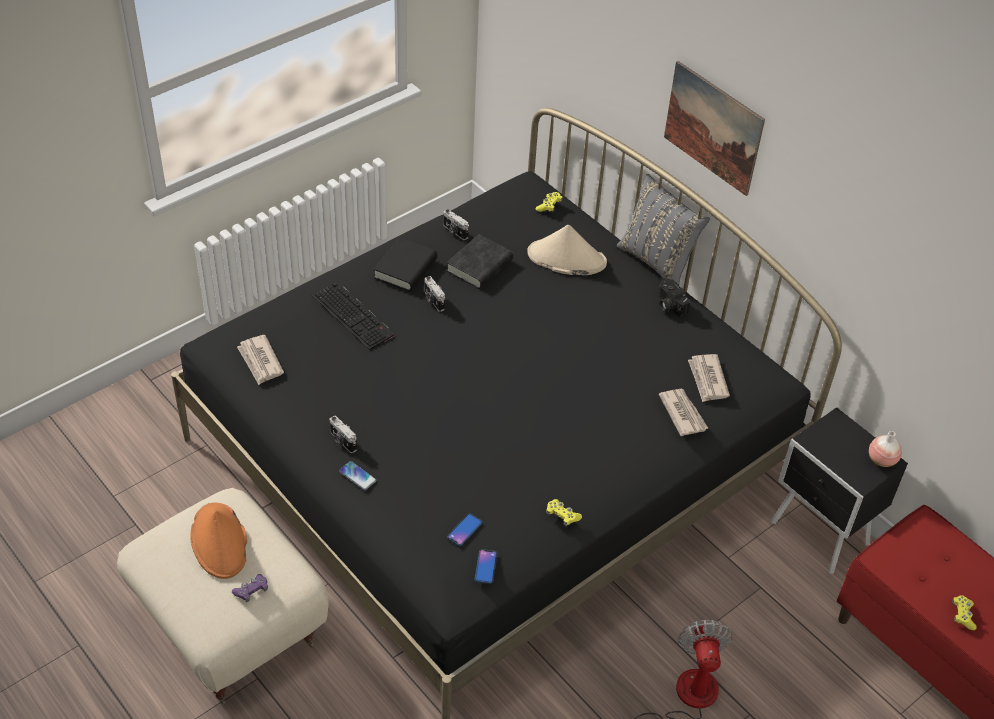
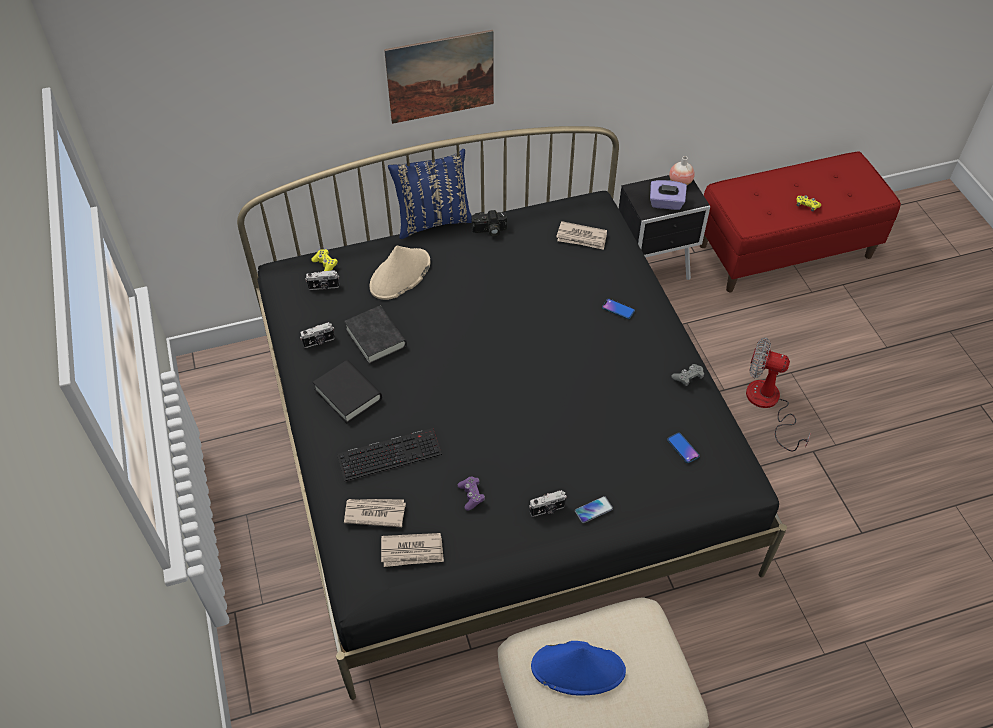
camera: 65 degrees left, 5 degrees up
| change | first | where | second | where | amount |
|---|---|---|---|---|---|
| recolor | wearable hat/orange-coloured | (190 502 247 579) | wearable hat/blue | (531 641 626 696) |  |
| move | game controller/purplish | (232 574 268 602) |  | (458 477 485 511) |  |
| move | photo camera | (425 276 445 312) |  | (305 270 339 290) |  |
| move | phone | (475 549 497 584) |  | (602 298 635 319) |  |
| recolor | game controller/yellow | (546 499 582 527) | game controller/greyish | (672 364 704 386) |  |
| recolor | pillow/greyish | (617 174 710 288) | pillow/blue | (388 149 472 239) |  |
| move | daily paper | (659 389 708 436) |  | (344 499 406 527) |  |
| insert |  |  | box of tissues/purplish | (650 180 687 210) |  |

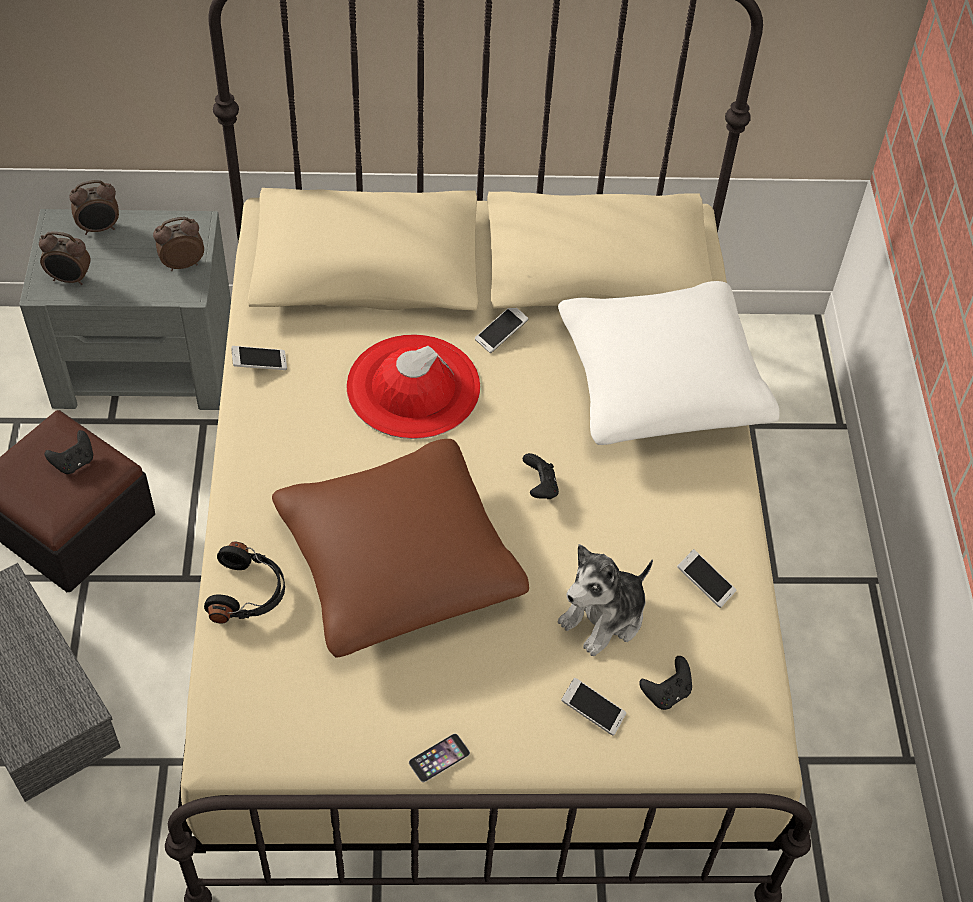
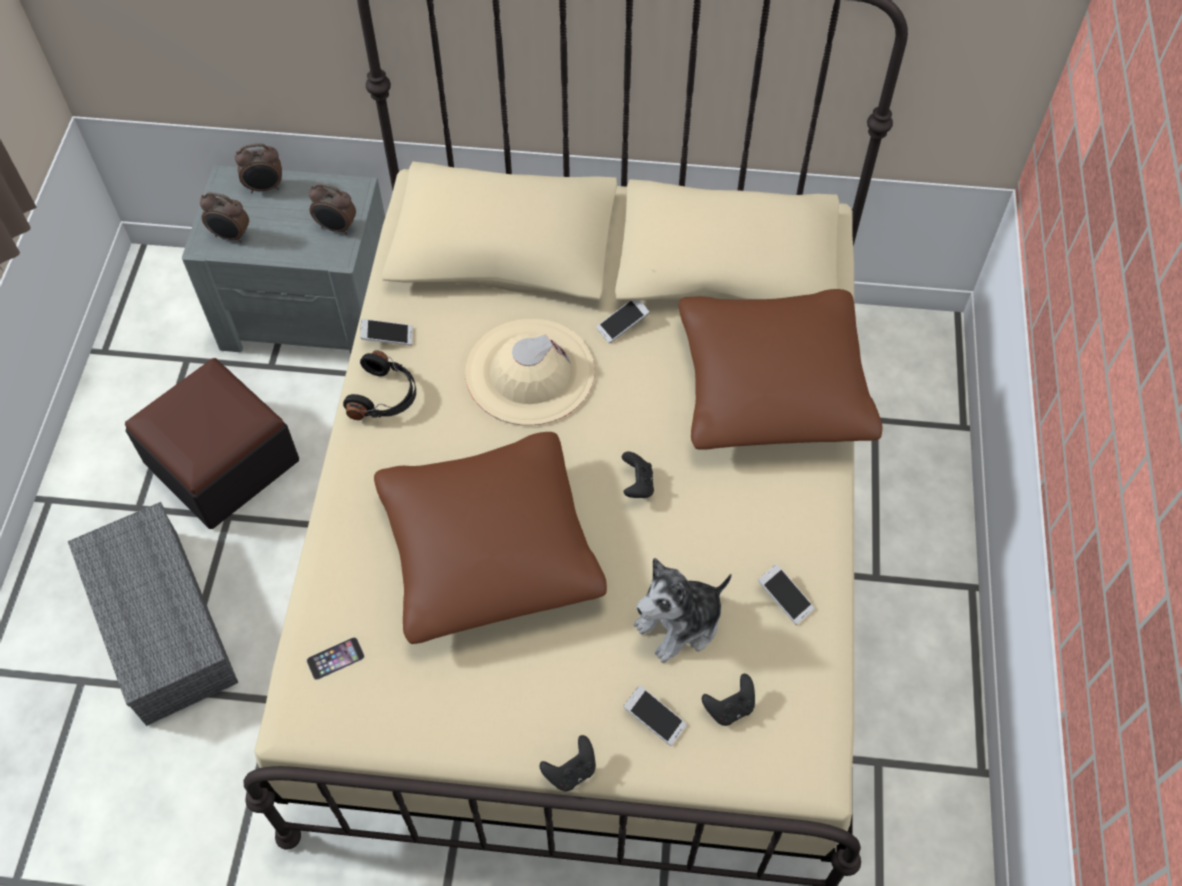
camera: 10 degrees right, 5 degrees up
| change | first | where | second | where | amount |
|---|---|---|---|---|---|
| move | game controller/black | (45 430 93 474) |  | (540 735 596 792) |  |
| rotate | bedside clock | (153 217 204 271) |  | (309 184 356 235) | 150 degrees counterclockwise |
| move | pair of headphones/black | (204 542 285 623) |  | (343 350 416 420) |  |
| recolor | wearable hat/reddish | (346 334 480 439) | wearable hat/sand-coloured | (465 319 595 426) |  |
| move | phone | (409 734 470 782) |  | (307 637 365 680) |  |
| recolor | pillow/whitish | (558 281 780 445) | pillow/brownish | (678 289 883 450) |  |

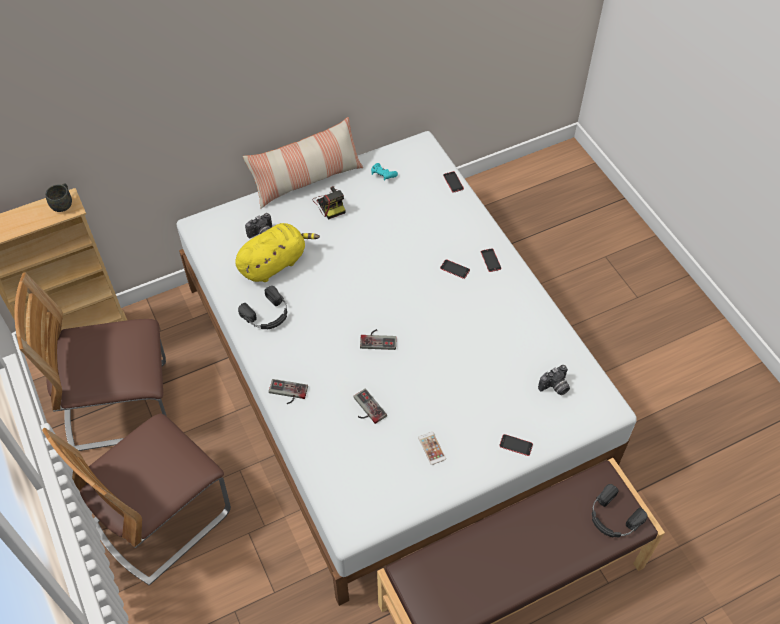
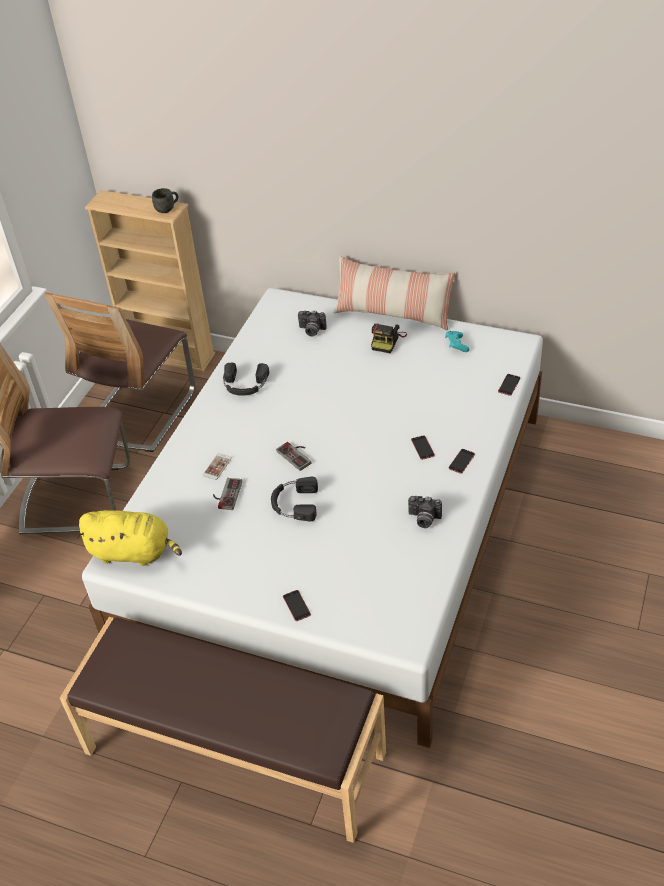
camera: 50 degrees right, 10 degrees down
| change | first | where | second | where | amount |
|---|---|---|---|---|---|
| rotate | chair | (14 272 166 451) |  | (44 292 195 452) | 105 degrees counterclockwise |
| move | soft toy/yellow | (235 223 320 282) |  | (77 510 182 566) |  |
| delete | game controller | (269 379 308 404) |  |  |  |
| move | phone | (418 432 446 465) |  | (203 453 232 480) |  |
| move | photo camera | (538 365 570 395) |  | (408 496 442 528) |  |
| move | pair of headphones/black | (592 484 647 537) |  | (271 477 318 521) |  |

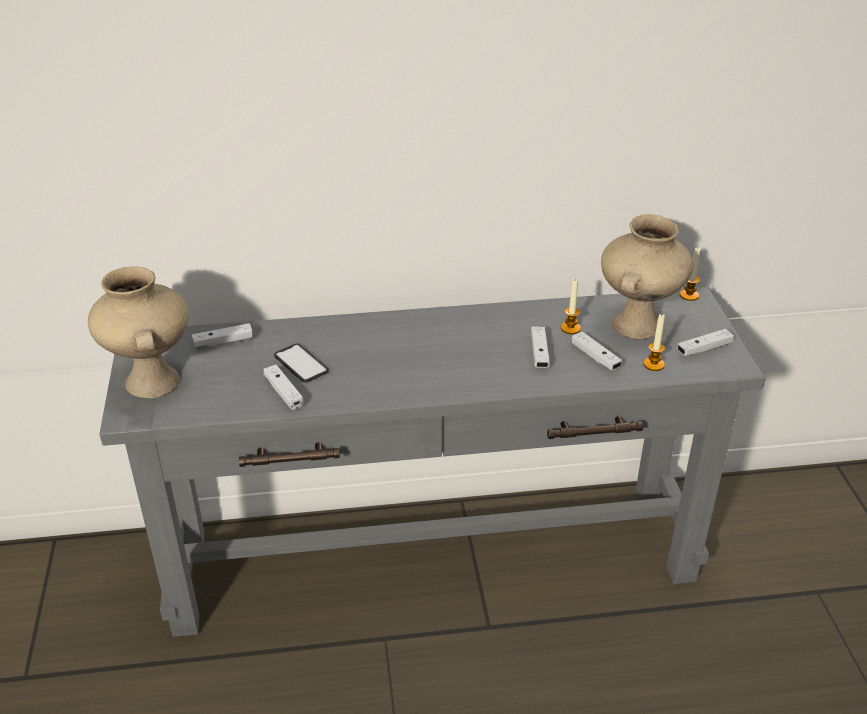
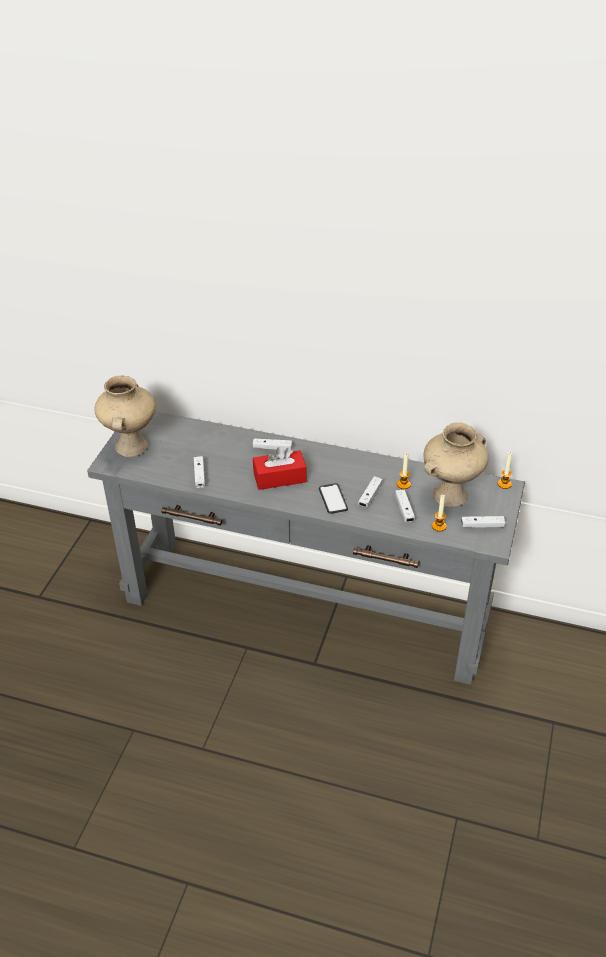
camera: 25 degrees right, 5 degrees up
| change | first | where | second | where | amount |
|---|---|---|---|---|---|
| move | game controller/whitish | (192 323 253 347) |  | (253 439 292 450) |  |
| move | phone | (274 343 329 383) |  | (319 483 348 514) |  |
| insert |  |  | box of tissues/reddish | (253 447 307 490) |  |

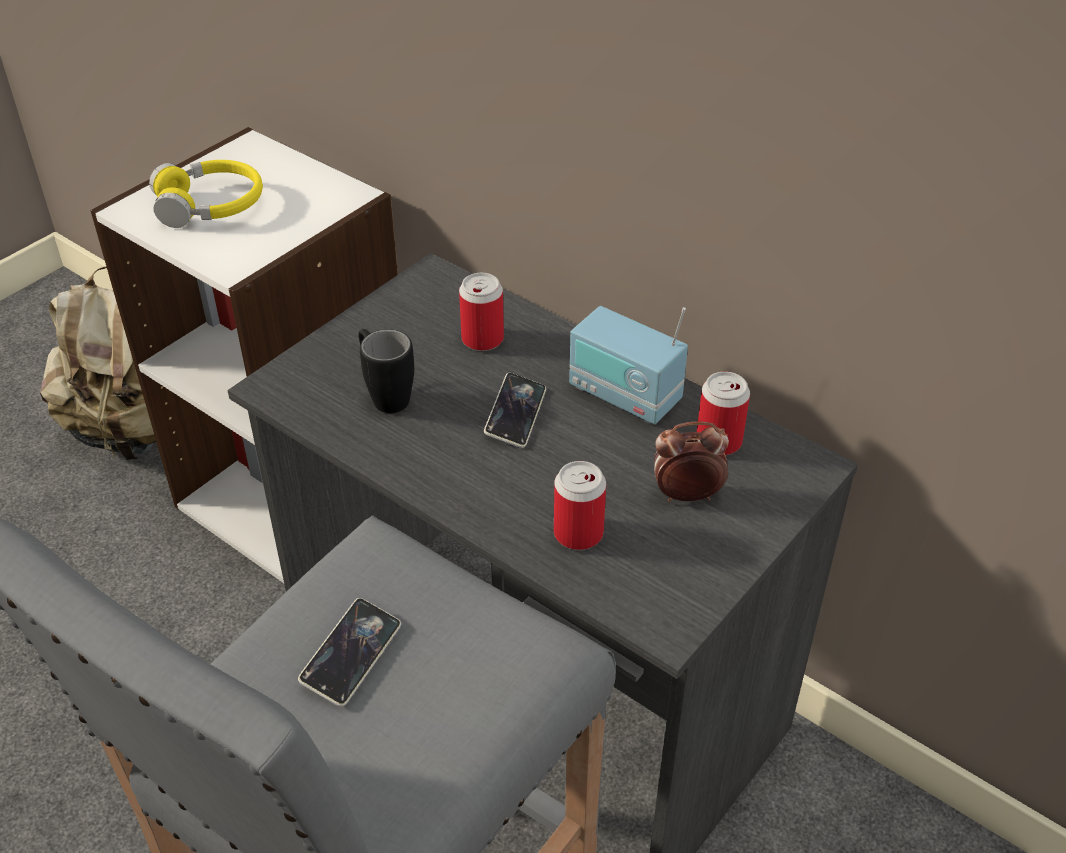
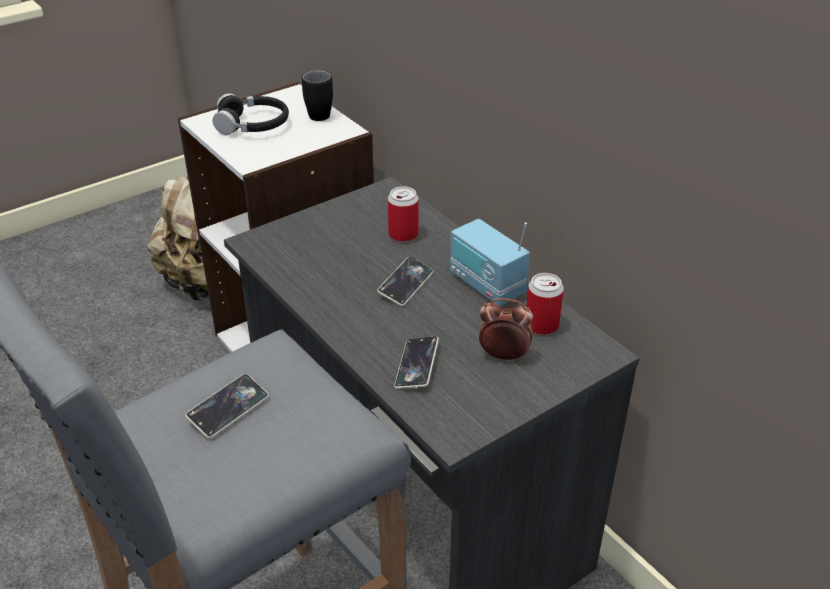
camera: 15 degrees right, 5 degrees down
| change | first | where | second | where | amount |
|---|---|---|---|---|---|
| recolor | pair of headphones/yellow | (149 160 263 228) | pair of headphones/black | (213 93 289 135) |  |
| move | mug/black | (359 329 414 413) |  | (302 70 333 121) |  |
| replace | can | (554 461 606 550) | phone | (394 337 439 389) |  |

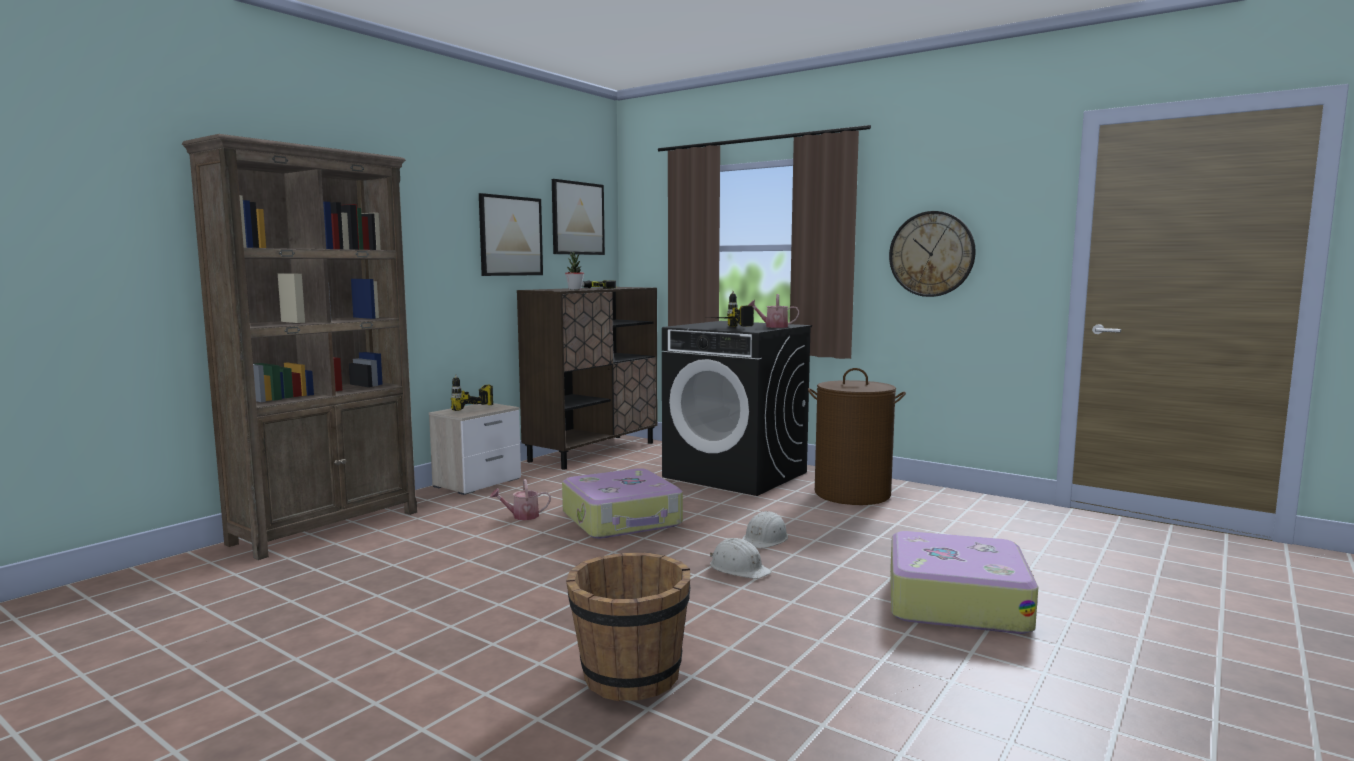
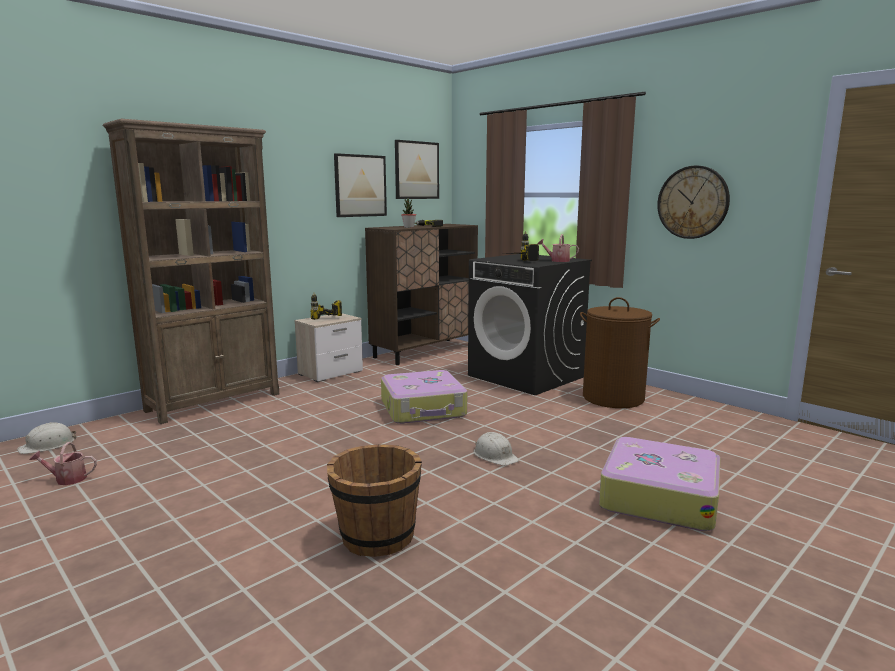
camera: 10 degrees right, 5 degrees up
| change | first | where | second | where | amount |
|---|---|---|---|---|---|
| move | sprinkling can | (490 479 551 520) |  | (29 442 97 485) |  |
| move | safety helmet/whitish | (742 511 788 548) |  | (17 422 76 454) |  |

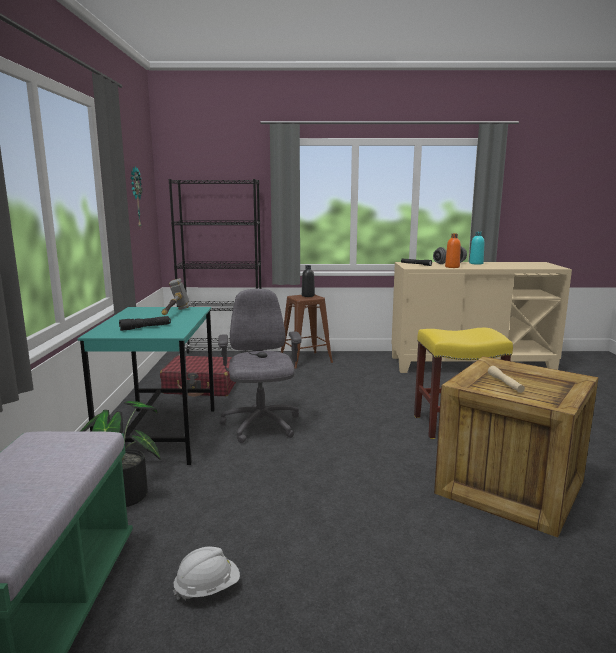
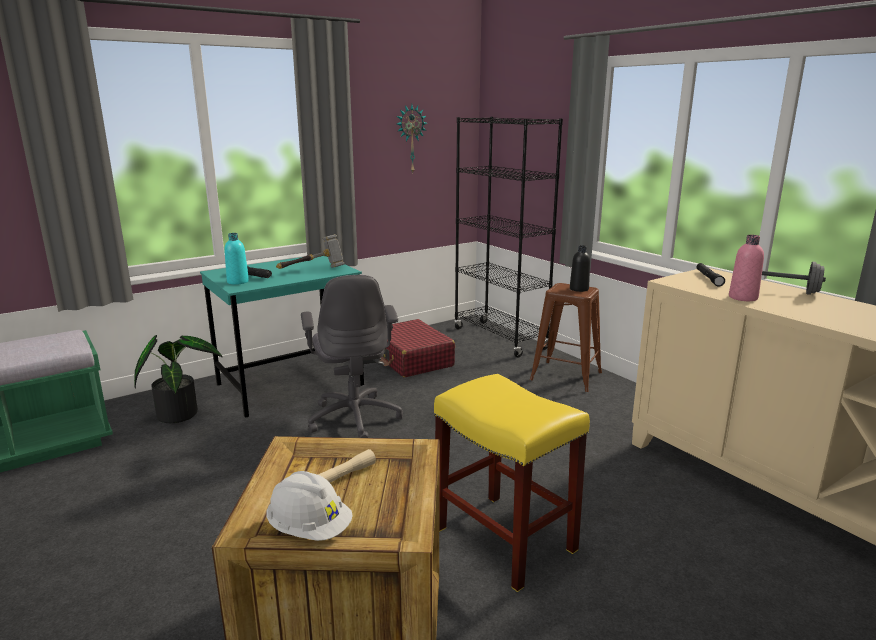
camera: 55 degrees right, 5 degrees up
| change | first | where | second | where | amount |
|---|---|---|---|---|---|
| move | safety helmet/whitish | (173 547 240 600) |  | (266 471 353 541) |  |
| rotate | office chair/greyish | (218 289 302 443) |  | (301 275 403 438) | 120 degrees clockwise |
| recolor | drink bottle/orange-coloured | (445 234 461 268) | drink bottle/pinkish | (729 235 764 301) |  |
| move | drink bottle/turquoise-coloured | (469 232 484 265) |  | (224 233 249 285) |  |

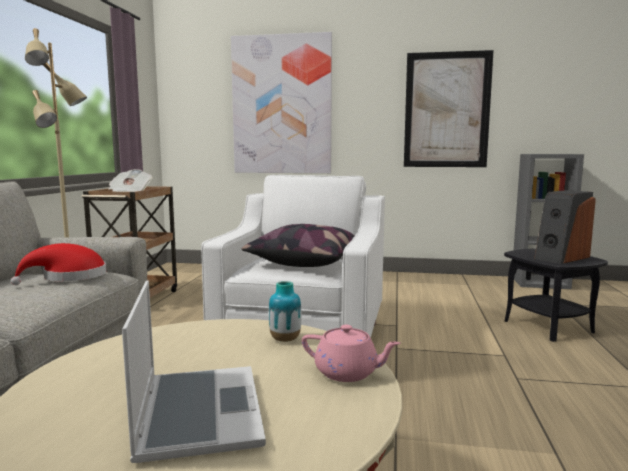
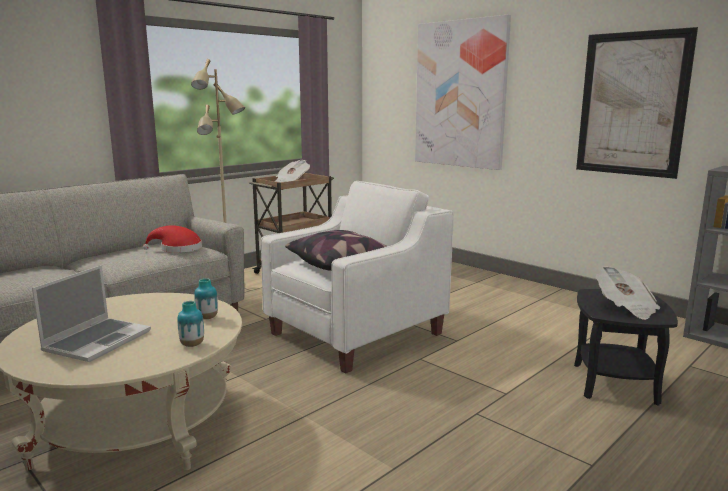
camera: 35 degrees right, 5 degrees up
| change | first | where | second | where | amount |
|---|---|---|---|---|---|
| replace | pot for tea/pinkish | (302 325 400 382) | flower vase | (177 301 204 347) |  |
| replace | speaker | (534 190 596 264) | daily paper | (596 266 661 320) |  |

